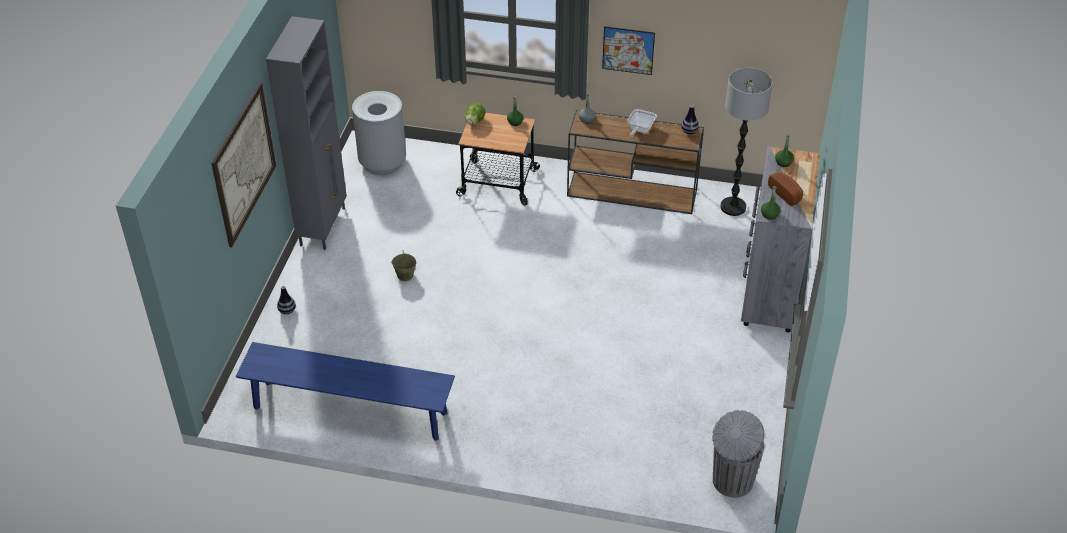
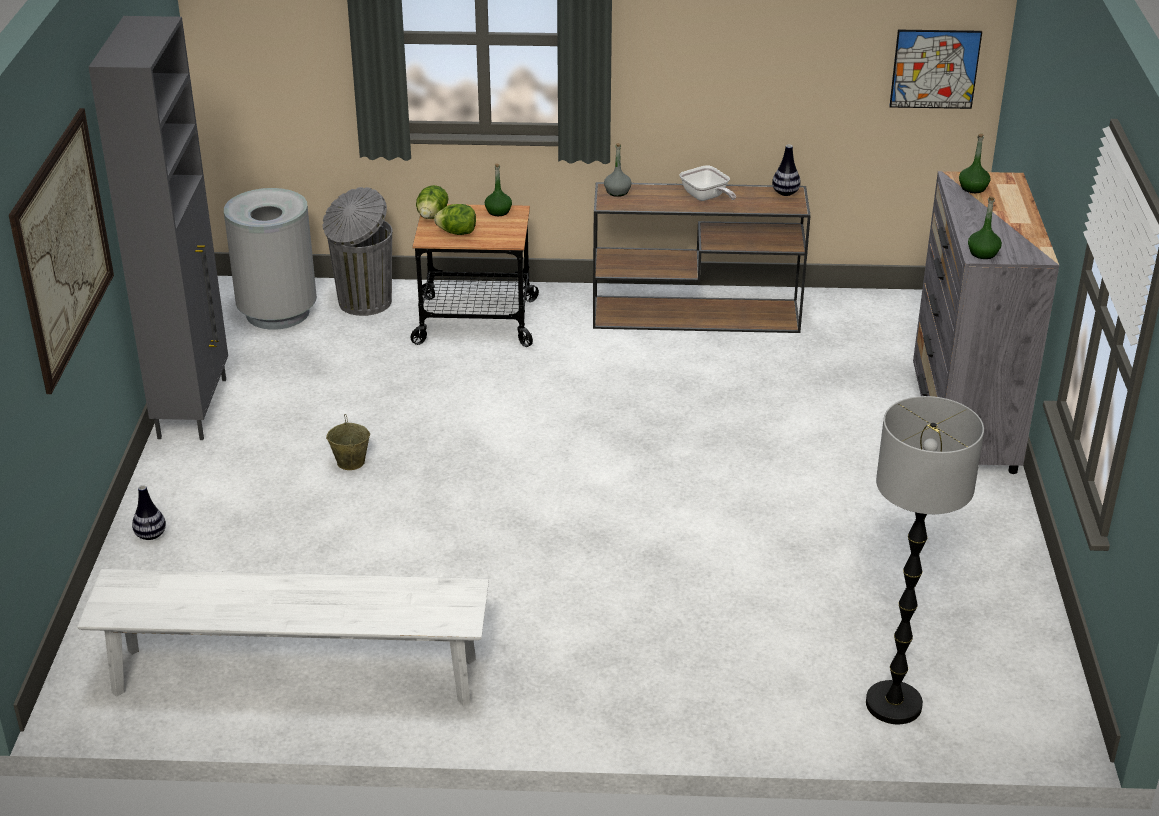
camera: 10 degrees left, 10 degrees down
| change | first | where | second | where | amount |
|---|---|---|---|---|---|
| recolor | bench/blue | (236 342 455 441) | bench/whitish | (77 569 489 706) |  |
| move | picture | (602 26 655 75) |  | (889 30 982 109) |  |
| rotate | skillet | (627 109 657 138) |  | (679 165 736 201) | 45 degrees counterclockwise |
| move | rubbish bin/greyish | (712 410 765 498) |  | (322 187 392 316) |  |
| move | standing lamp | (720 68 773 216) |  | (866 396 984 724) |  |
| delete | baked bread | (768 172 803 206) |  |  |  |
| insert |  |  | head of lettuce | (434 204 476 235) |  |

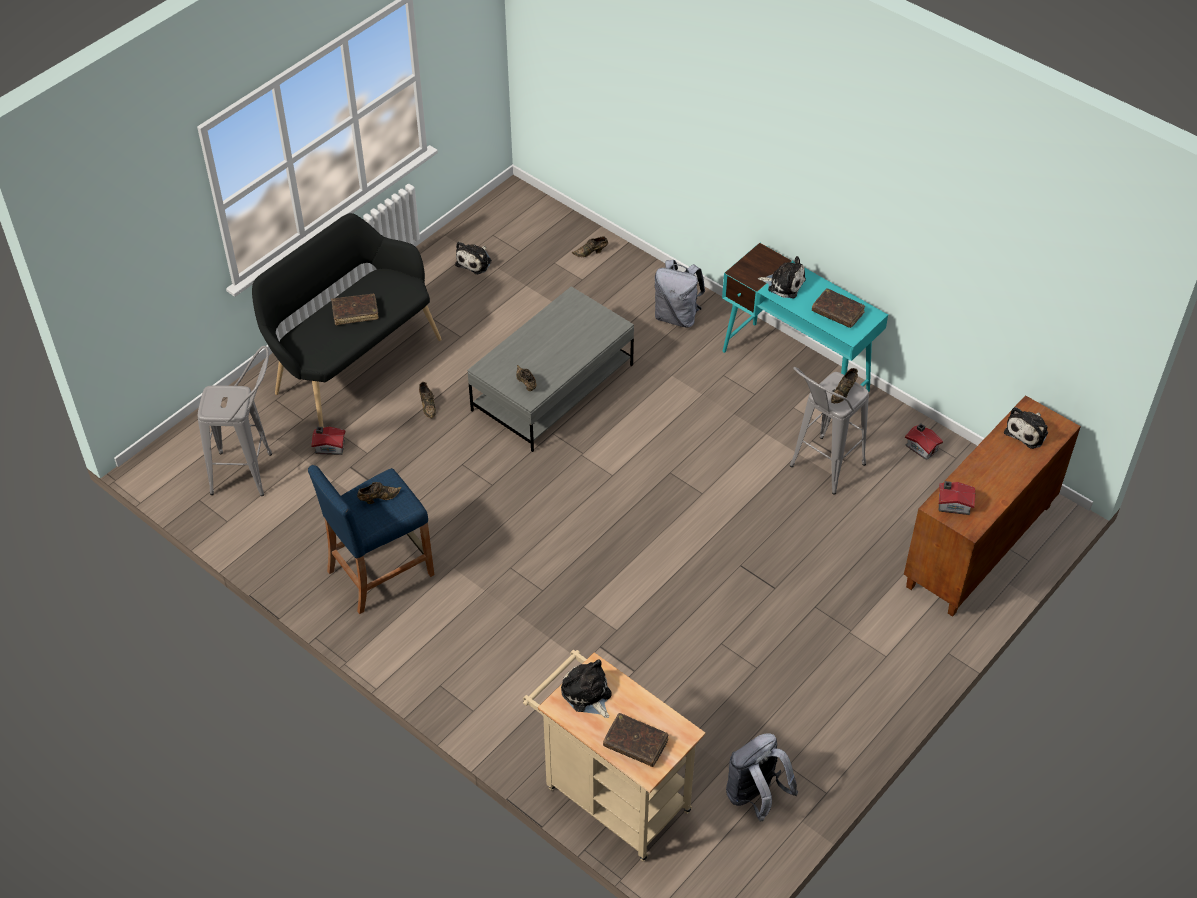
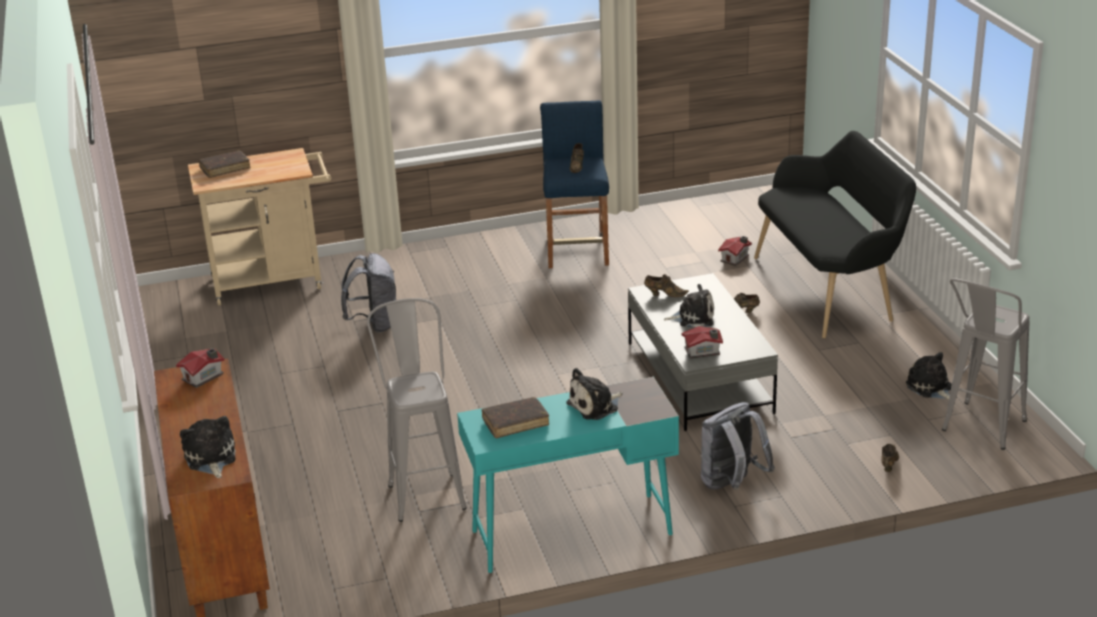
camera: 125 degrees right, 20 degrees down
| change | first | where | second | where | amount |
|---|---|---|---|---|---|
| move | stool/greyish | (198 346 272 496) |  | (942 278 1029 450) |  |
| delete | volume/brownish | (331 294 379 325) |  |  |  |
| move | soft toy | (561 659 612 718) |  | (663 284 714 327) |  |
| move | knapsack/greyish | (726 733 798 821) |  | (341 253 396 333) |  |
| delete | shoe/brownish | (831 368 858 403) |  |  |  |
| move | miniature house | (905 424 943 460) |  | (682 326 723 359) |  |

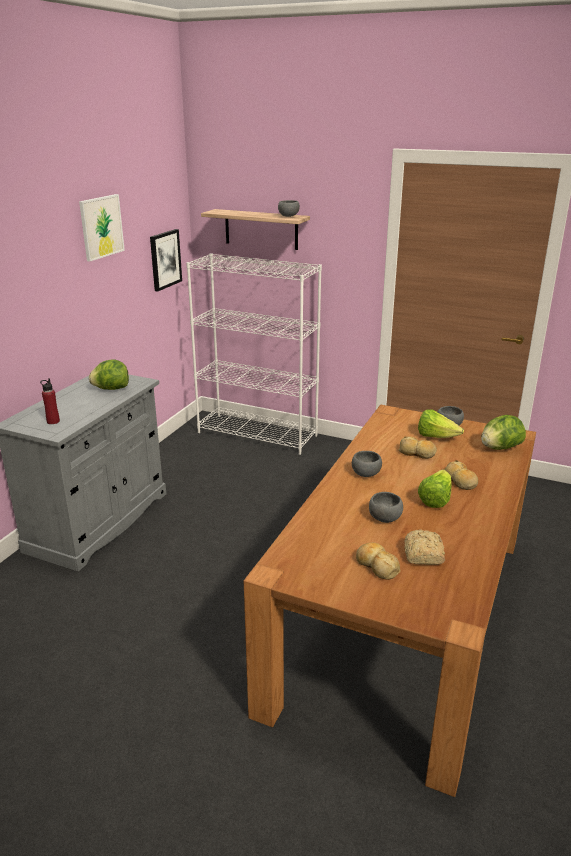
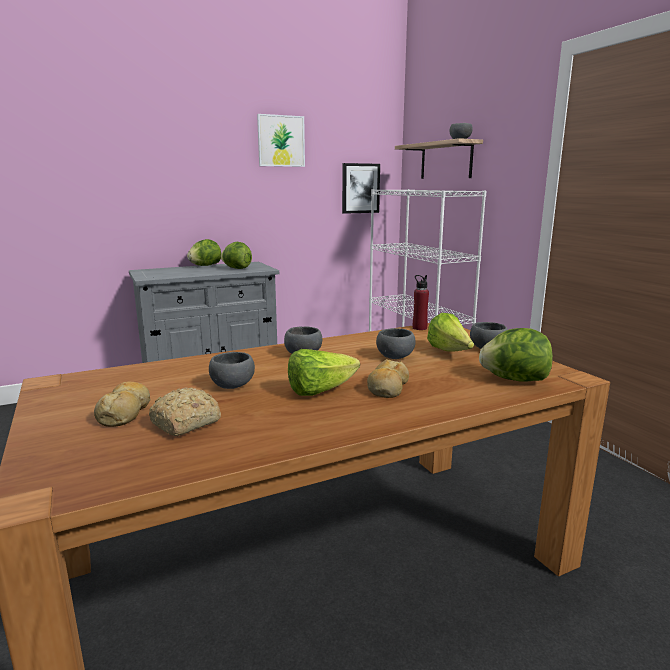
camera: 40 degrees right, 10 degrees down
| change | first | where | second | where | amount |
|---|---|---|---|---|---|
| move | drink bottle/reddish | (40 378 60 424) |  | (413 275 429 330) |  |
| replace | baked bread | (399 436 437 459) | serving bowl/greyish | (376 328 416 359) |  |
| insert |  |  | head of lettuce | (187 239 221 266) |  |

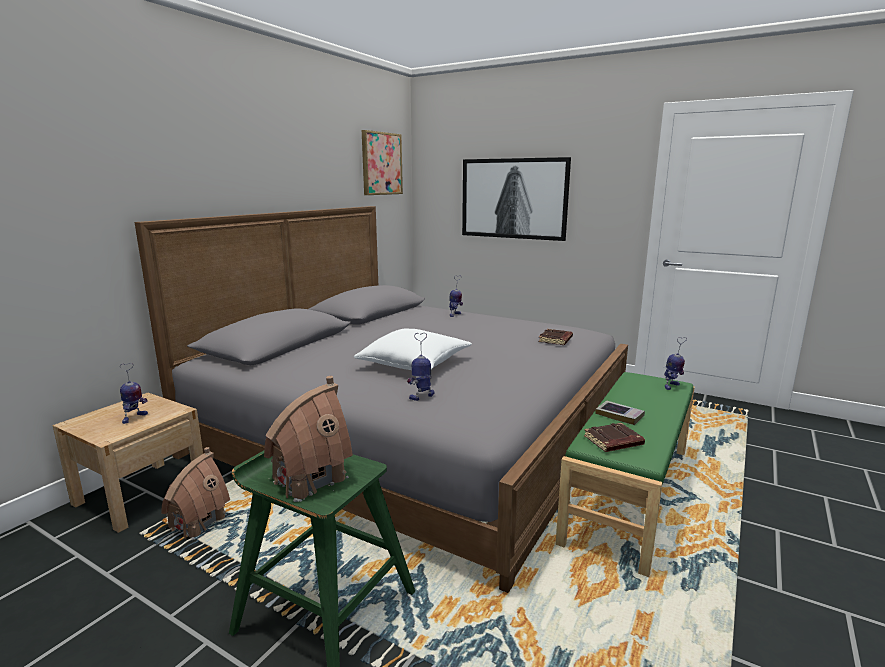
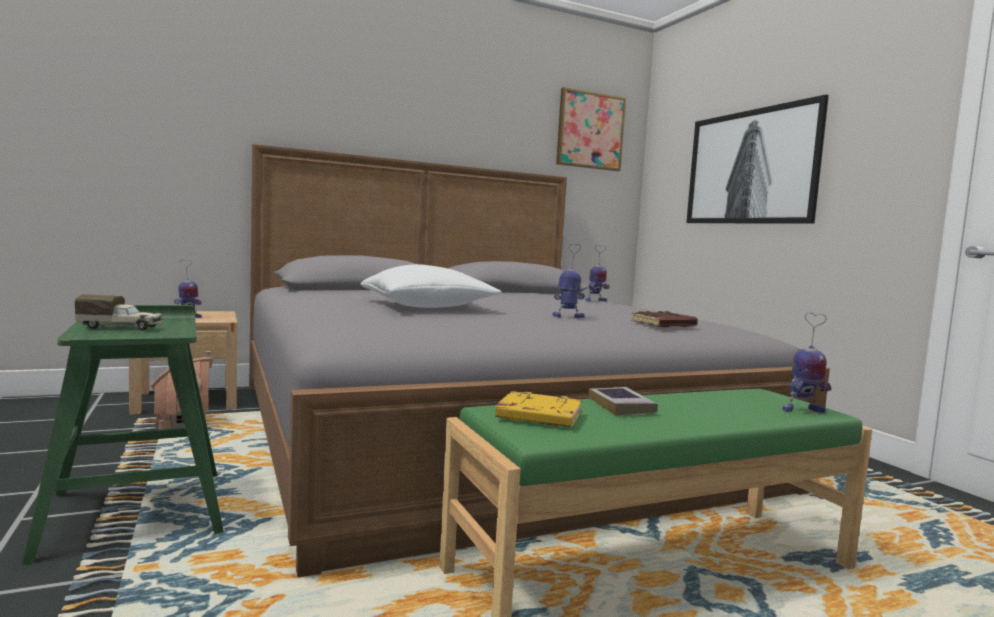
camera: 35 degrees right, 10 degrees down
| change | first | where | second | where | amount |
|---|---|---|---|---|---|
| replace | miniature house | (264 376 353 502) | toy lorry | (75 294 162 331) |  |
| move | robot figure | (407 333 434 401) |  | (552 244 585 318) |  |
| recolor | volume/brownish | (584 423 645 452) | volume/yellow | (495 391 582 427) |  |

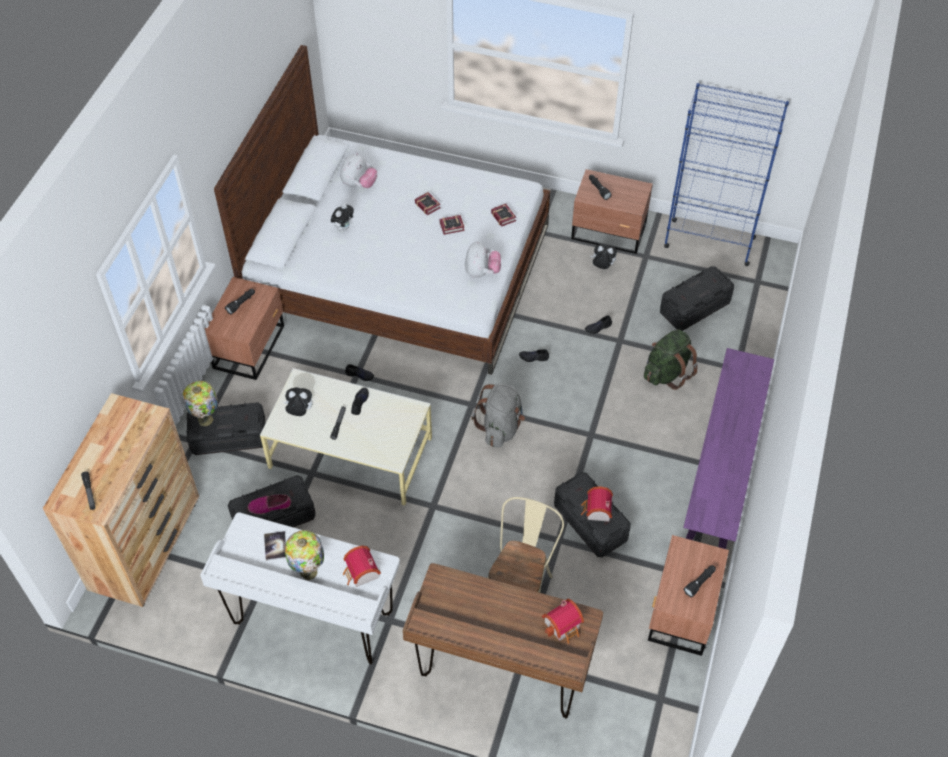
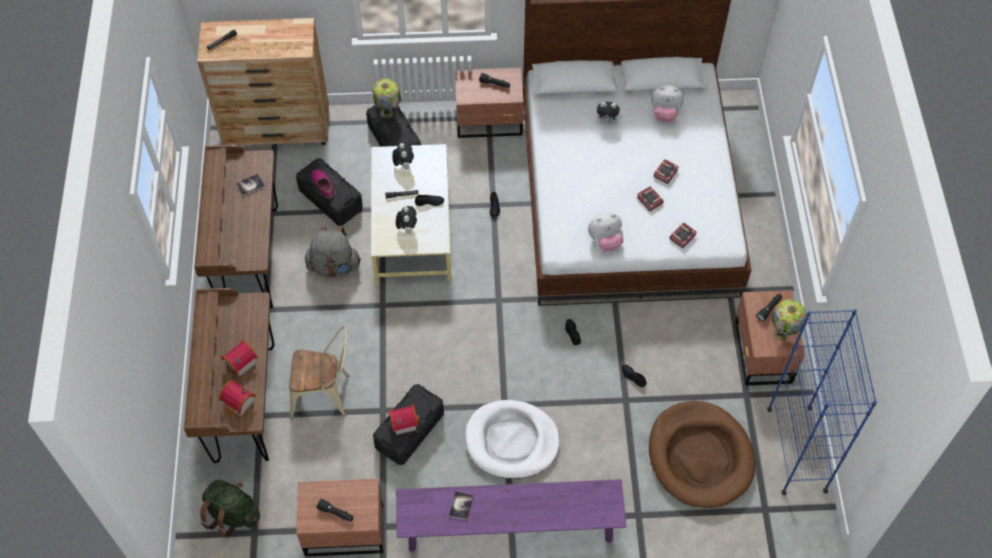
camera: 70 degrees right, 5 degrees up
| change | first | where | second | where | amount |
|---|---|---|---|---|---|
| recolor | desk unit/whitish | (200 512 400 664) | desk unit/brownish | (194 145 278 308) |  |
| move | lamp for a table | (285 530 324 581) |  | (772 299 806 340) |  |
| move | miniature house | (343 546 381 587) |  | (221 340 258 376) |  |
| move | knapsack/greyish | (471 383 525 448) |  | (305 227 361 277) |  |
| move | soft toy | (590 244 617 269) |  | (396 206 417 233) |  |
| move | knapsack/green-coloured | (644 329 698 390) |  | (200 480 260 538) |  |
| replace | storage box/black | (660 266 734 331) | pet bed/brownish | (649 401 755 508) |  |
| insert |  |  | volume | (449 491 474 520) |  |
| insert |  |  | pet bed/whitish | (465 400 560 479) |  |

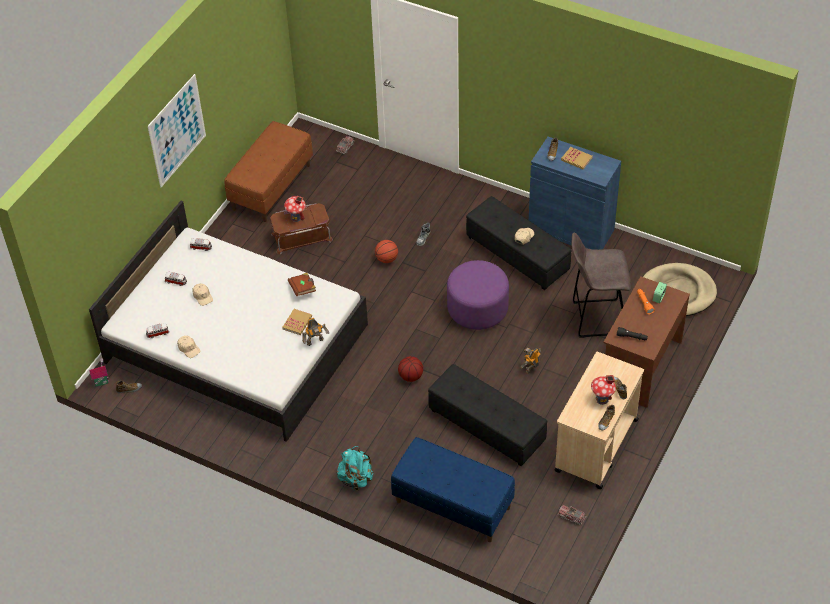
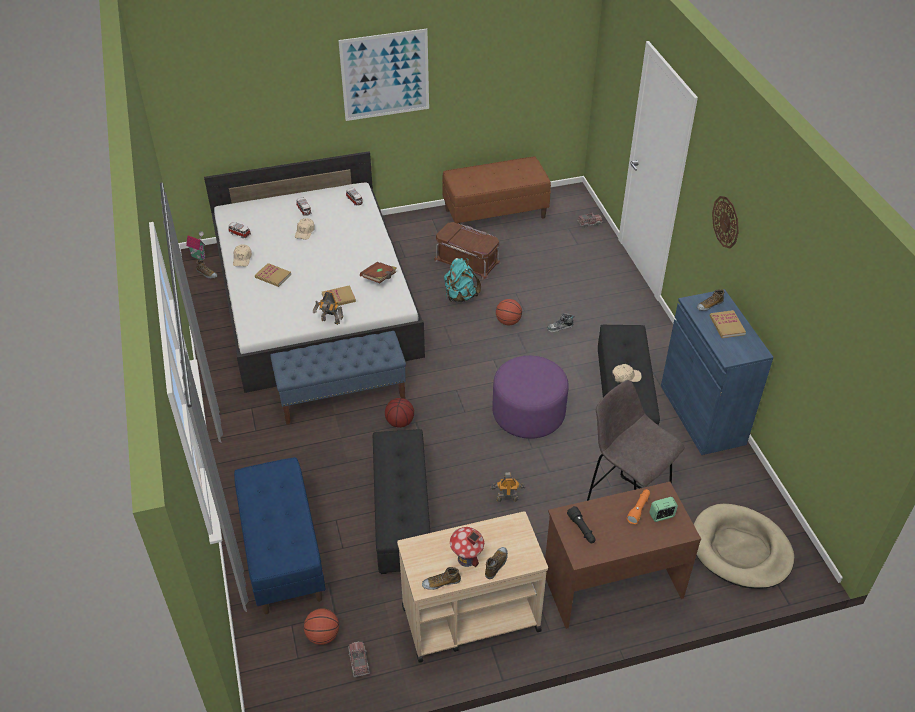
camera: 45 degrees right, 5 degrees down
| change | first | where | second | where | amount |
|---|---|---|---|---|---|
| delete | miniature house | (284 196 306 222) |  |  |  |
| move | knapsack/turquoise-coloured | (337 446 373 490) |  | (444 258 481 302) |  |
| insert |  |  | volume | (255 263 291 287) |  |
| insert |  |  | bench/blue | (270 331 406 425) |  |
| insert |  |  | basketball | (304 608 339 645) |  |
| insert |  |  | clock on the wall | (712 196 739 248) |  |

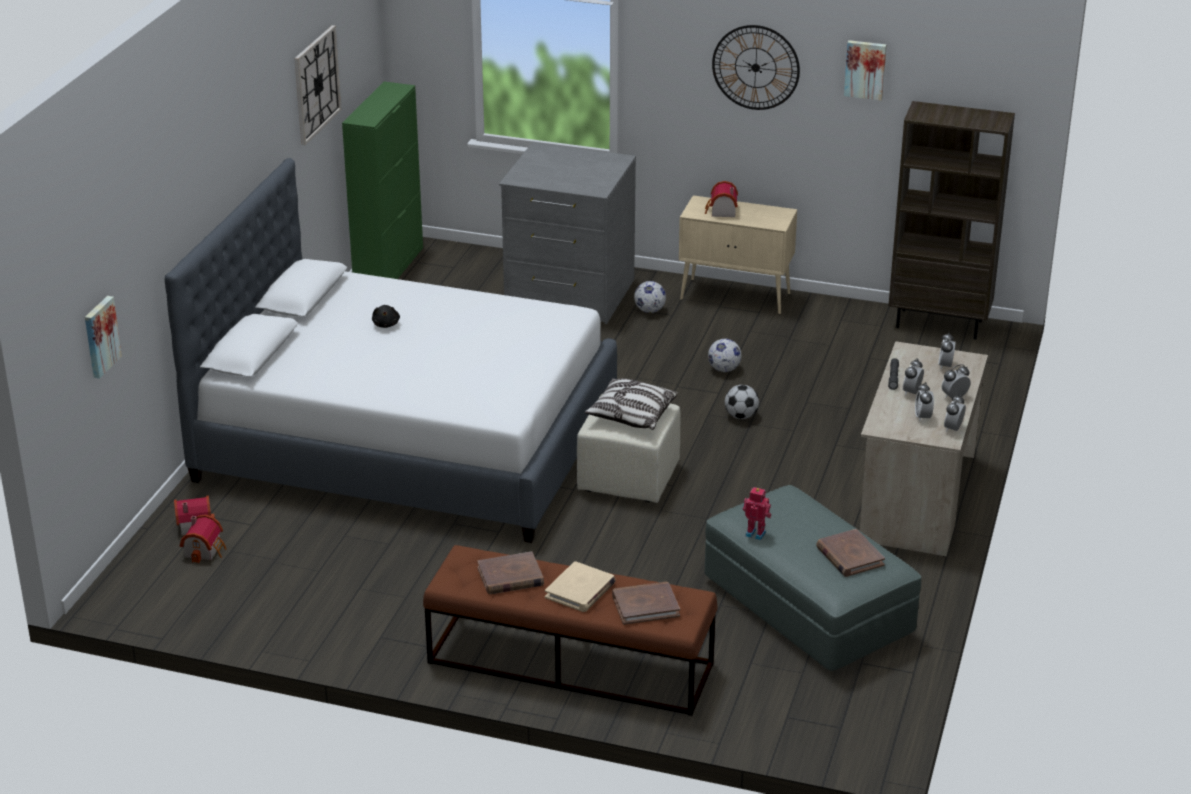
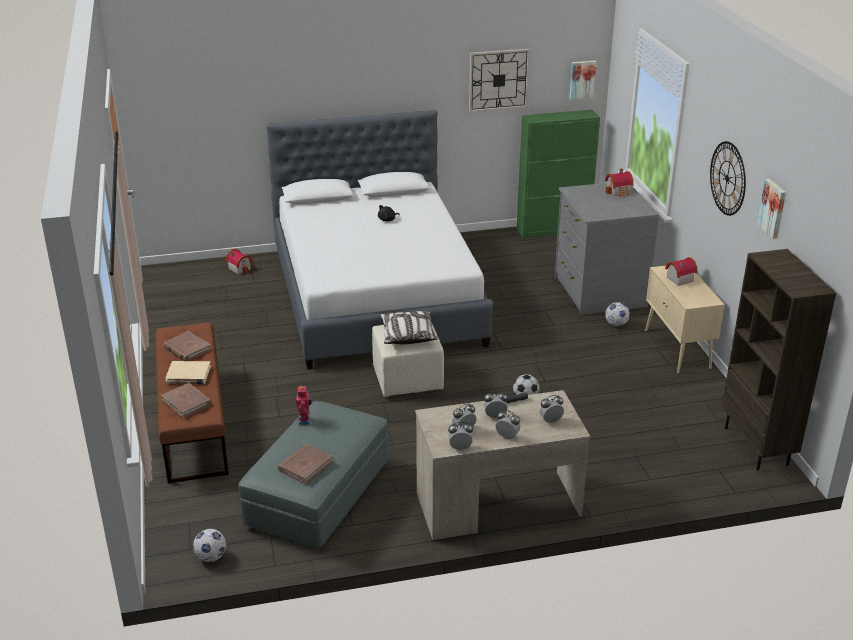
camera: 60 degrees right, 0 degrees up
| change | first | where | second | where | amount |
|---|---|---|---|---|---|
| move | picture | (85 296 122 379) |  | (569 60 597 100) |  |
| move | miniature house | (180 515 226 563) |  | (605 169 633 198) |  |
| move | ball for football | (708 339 742 372) |  | (193 529 226 562) |  |

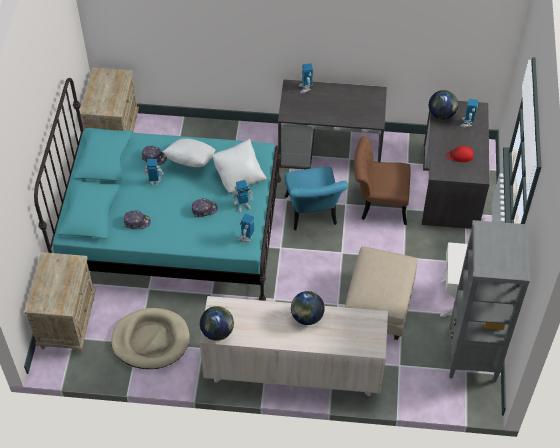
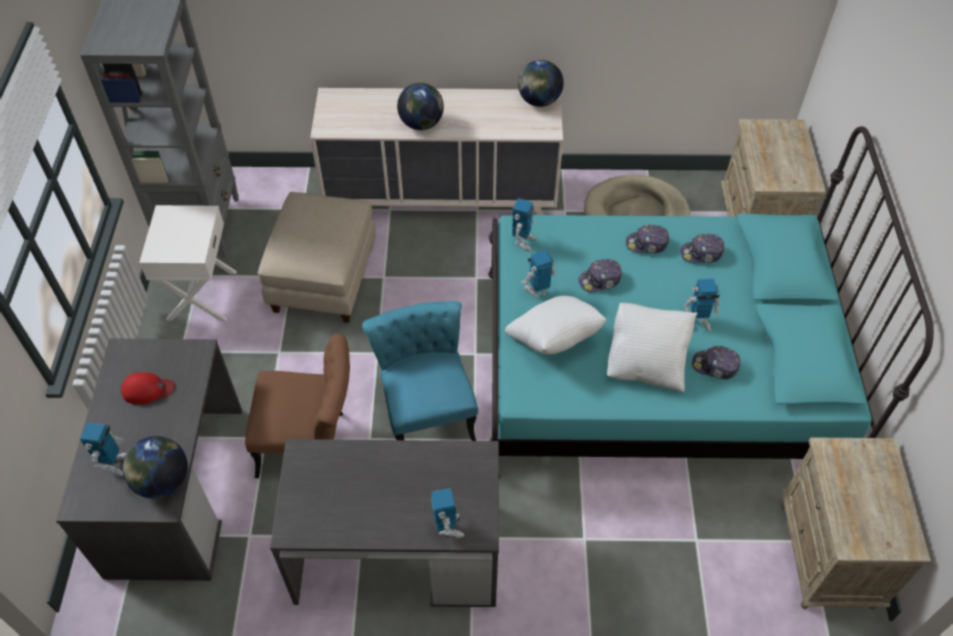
camera: 175 degrees right, 0 degrees up
| change | first | where | second | where | amount |
|---|---|---|---|---|---|
| insert |  |  | cap | (626 225 669 253) |  |

